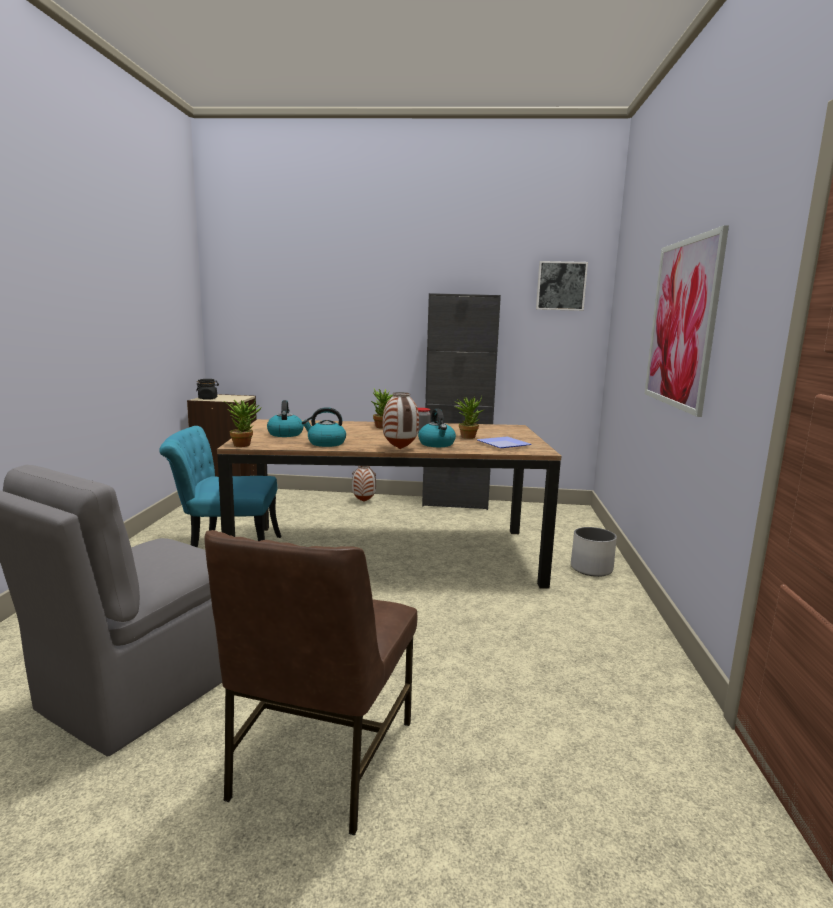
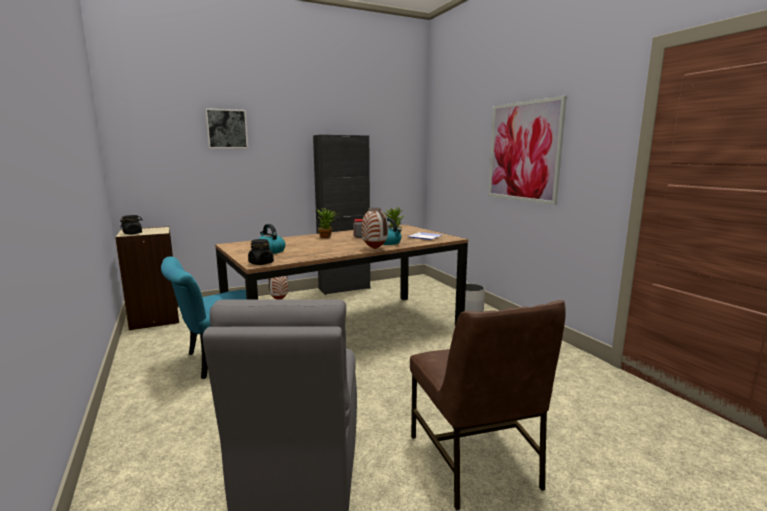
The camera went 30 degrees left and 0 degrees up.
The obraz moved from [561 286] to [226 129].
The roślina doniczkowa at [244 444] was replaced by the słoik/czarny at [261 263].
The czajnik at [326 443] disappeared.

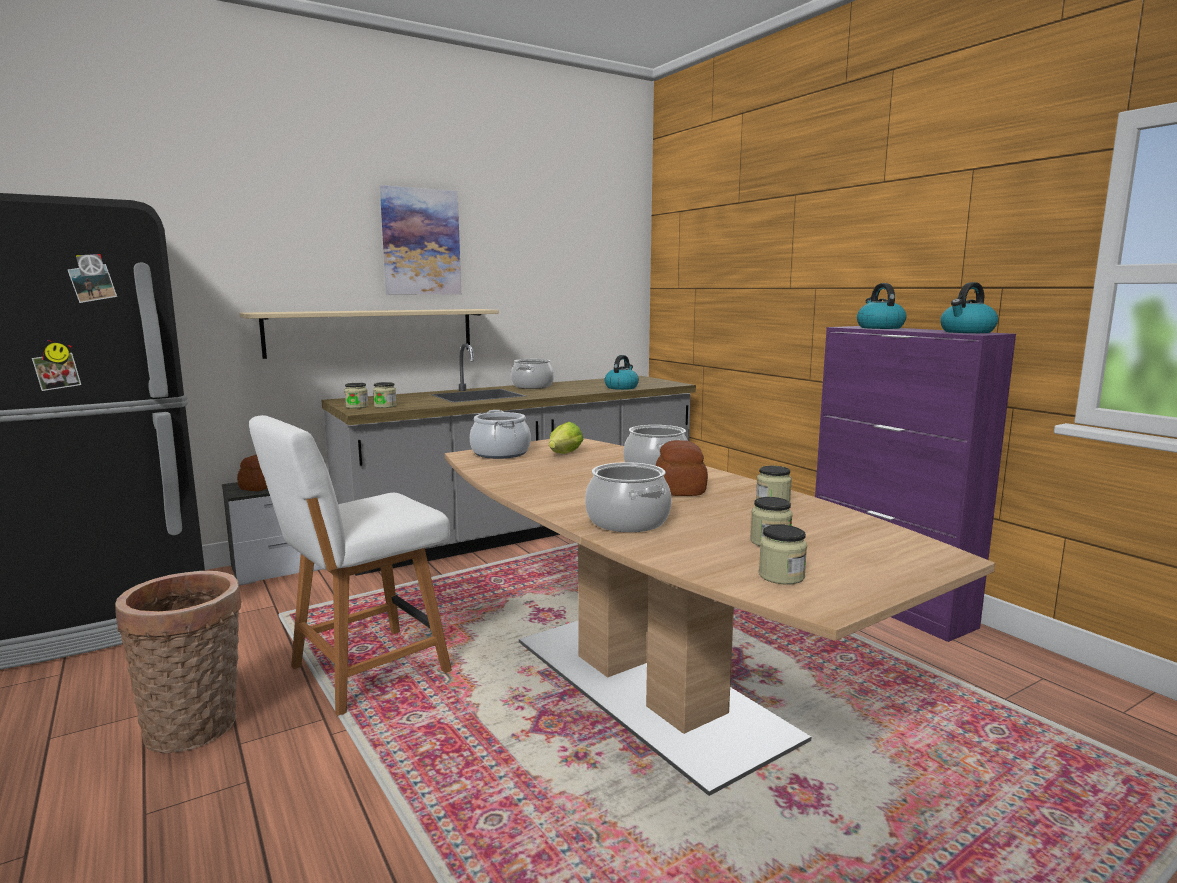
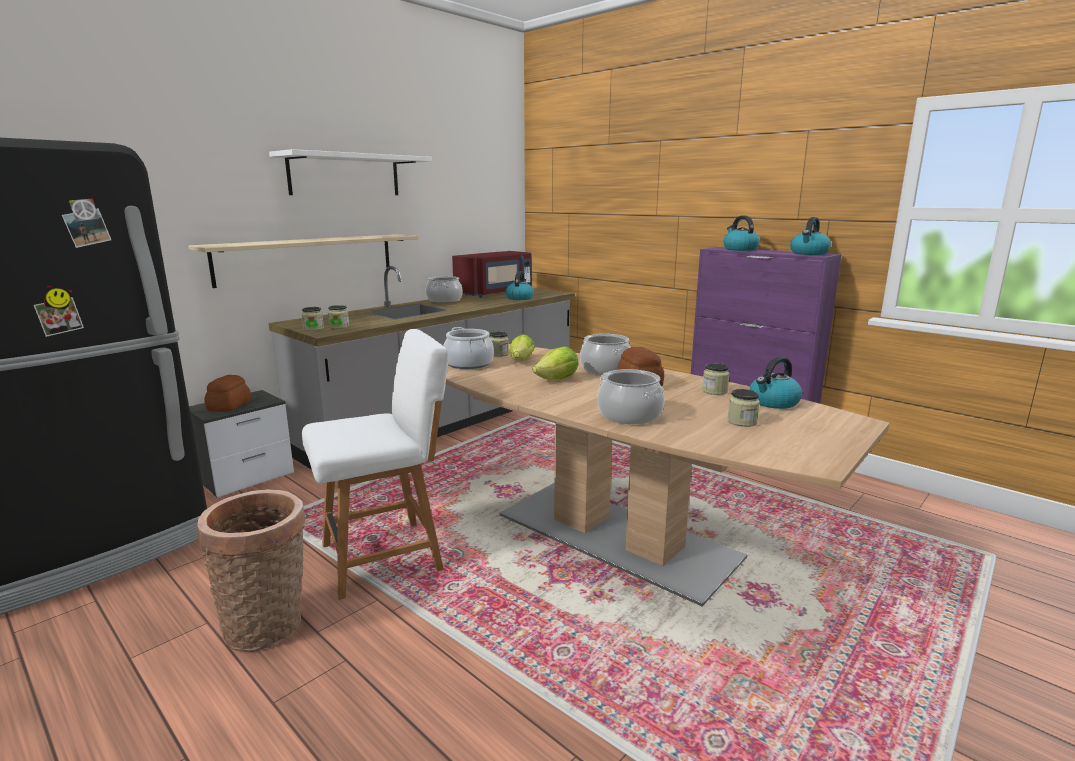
The camera went 15 degrees left and 5 degrees up.
The obraz at [421 242] was replaced by the półka/biały at [345 175].
The krzesło/biały at [364 671] turned 150 degrees counterclockwise.
The mikrofalówka/czerwony at [495 293] appeared.
The słoik moved from [781 576] to [498 354].
The sałata at [557 380] appeared.
The czajnik at [773 402] appeared.

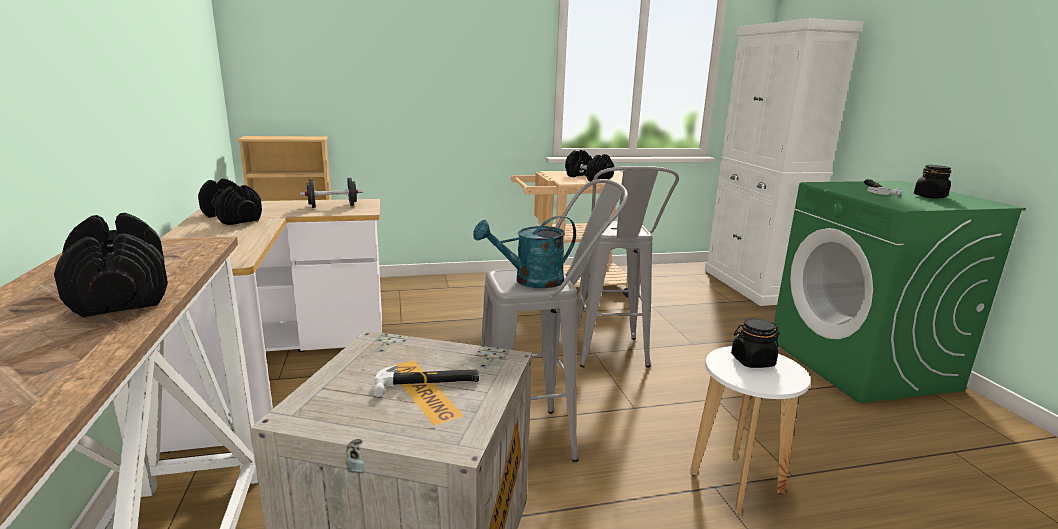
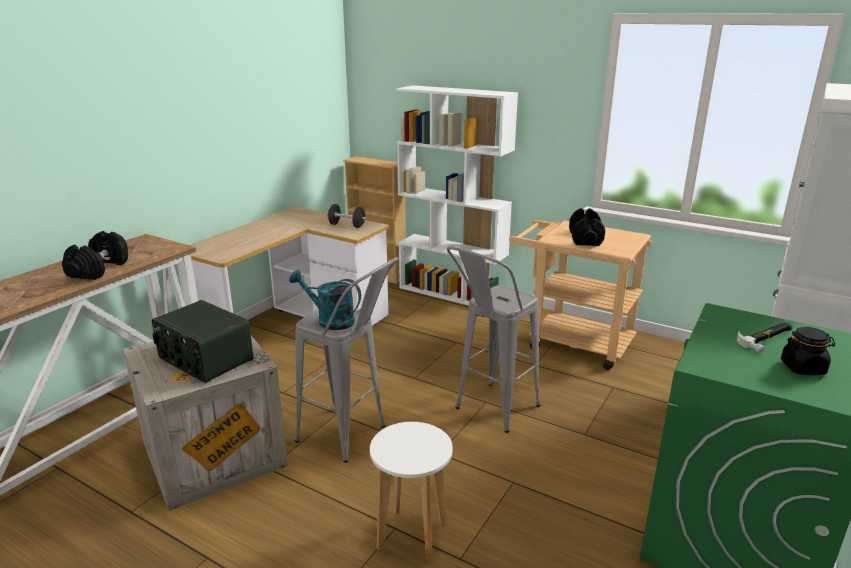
The camera went 45 degrees right and 5 degrees up.
The młotek at [428 383] was replaced by the radio at [204 360].
The regał/biały at [452 294] appeared.
The hantel/czarny at [232 218] disappeared.
The słoik/czarny at [752 361] disappeared.

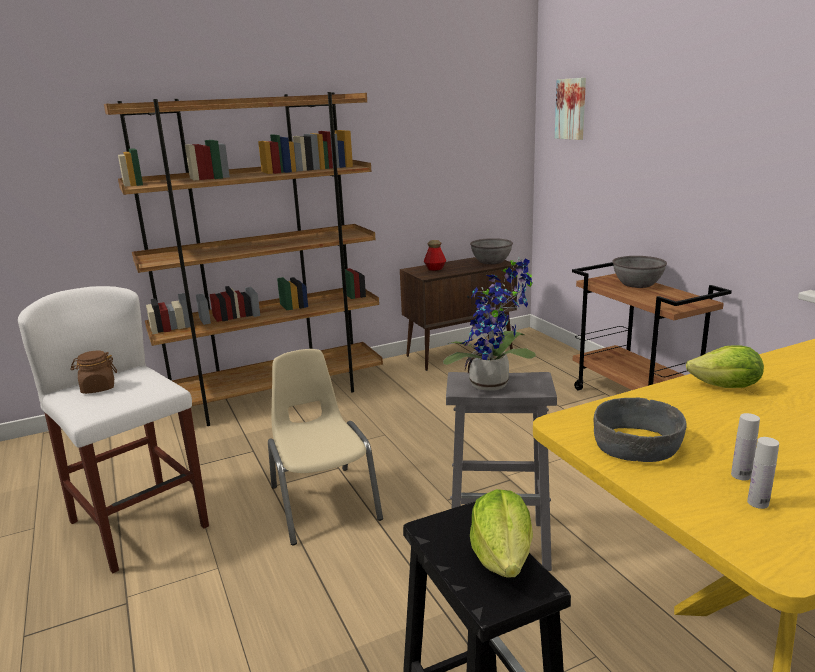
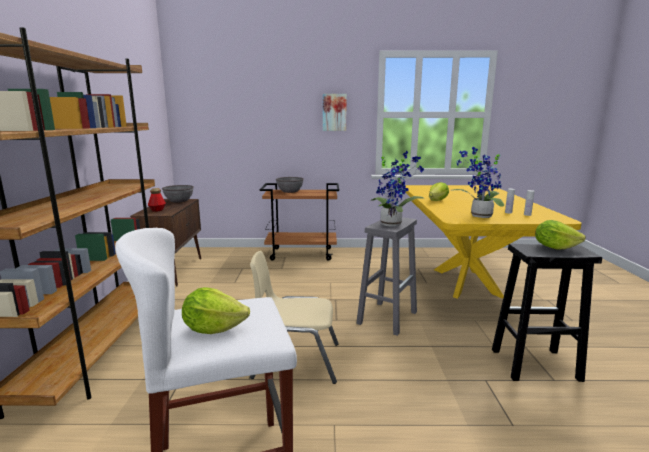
The camera went 65 degrees left and 5 degrees down.
The słoik/brązowy at [98 388] was replaced by the sałata at [213 328].
The obraz moved from [571 109] to [334 112].
The miska/szary at [637 444] was replaced by the roślina doniczkowa at [478 216].

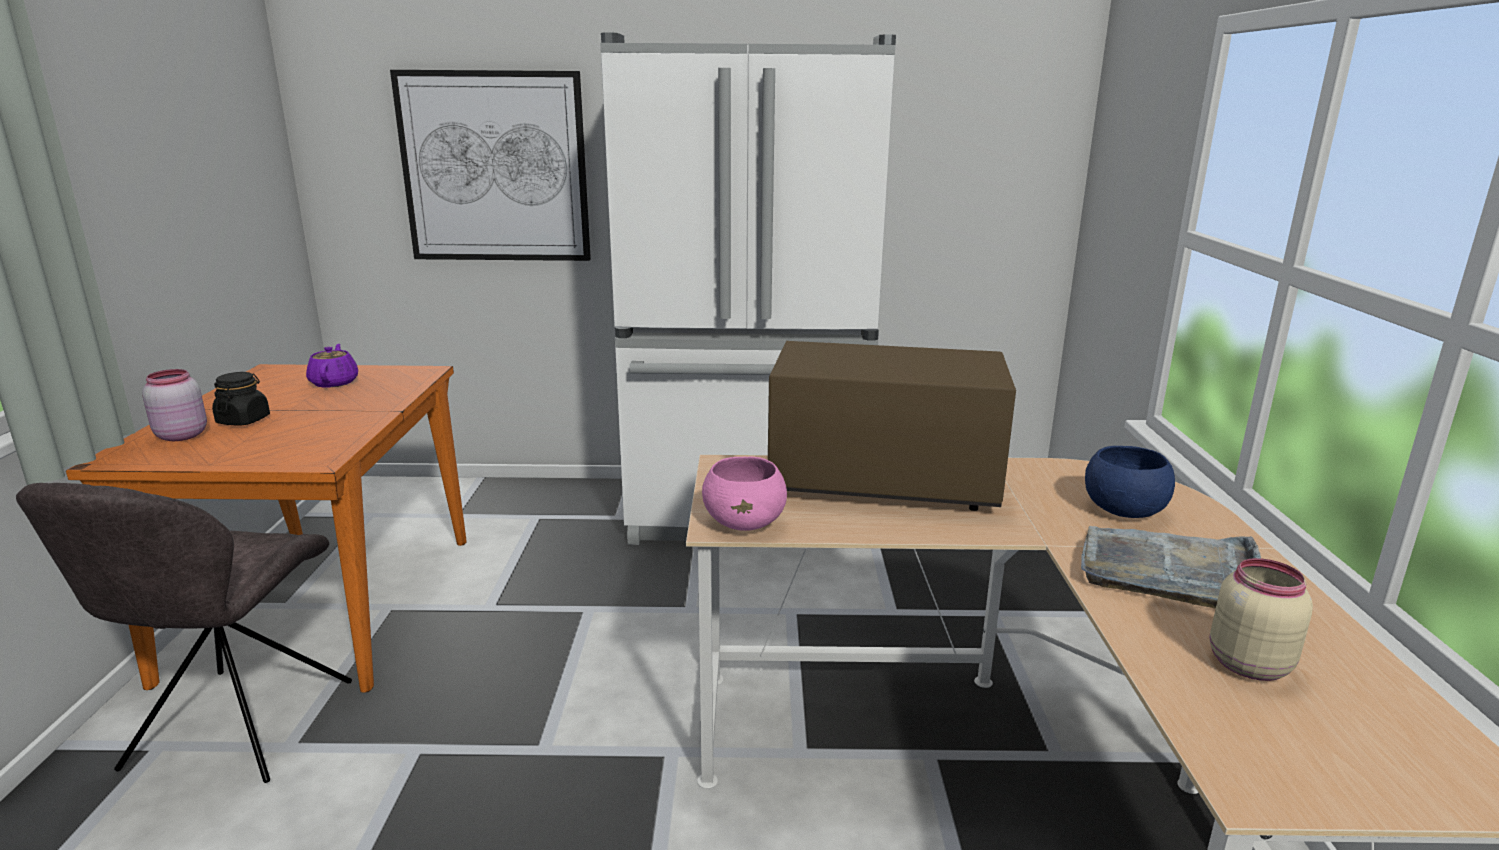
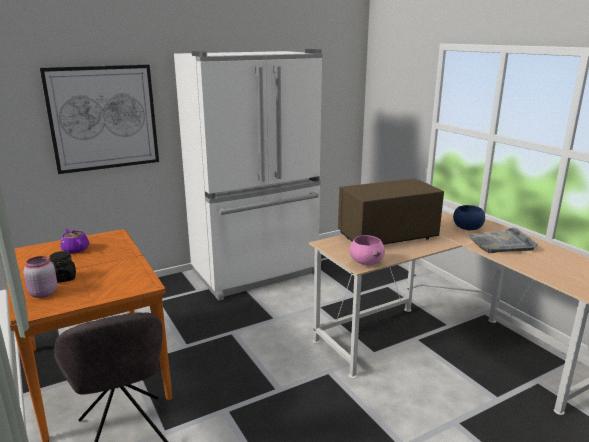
The camera went 30 degrees left and 0 degrees up.
The słoik/beżowy at [1246 664] disappeared.

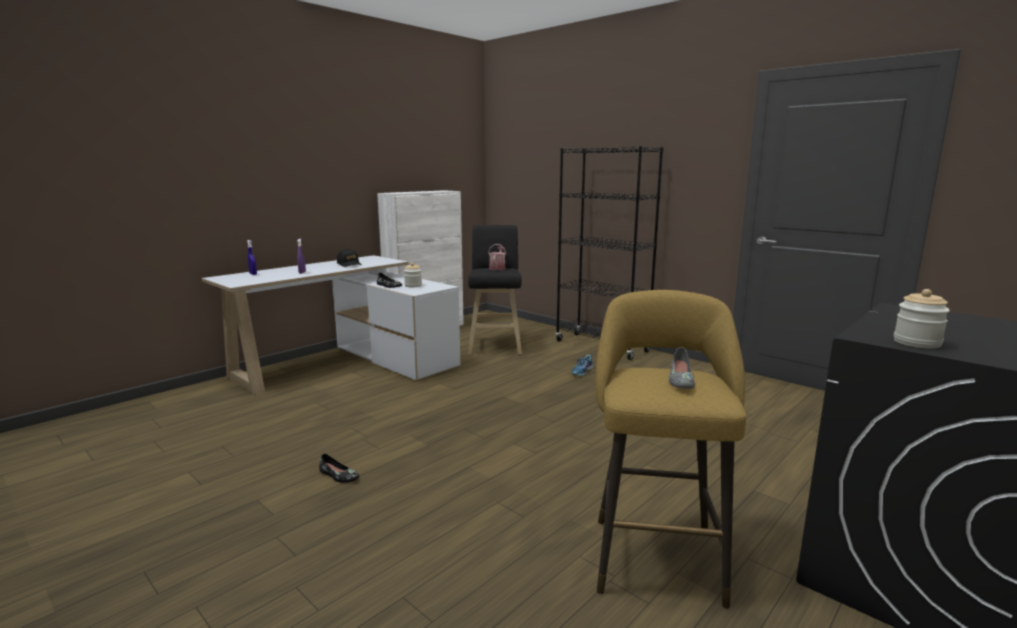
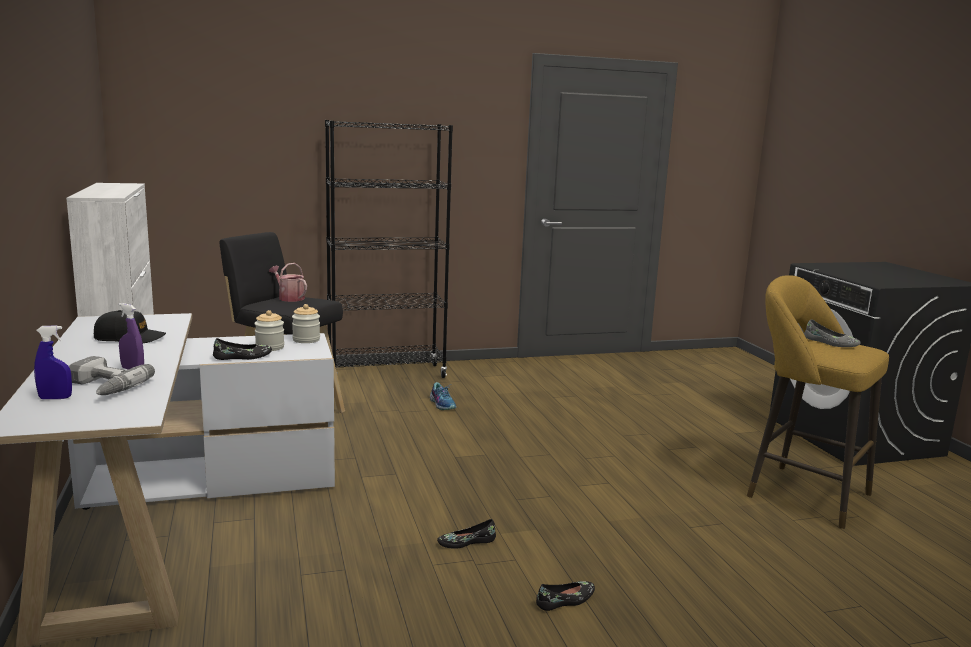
The camera went 60 degrees left and 0 degrees up.
The wiertarka at [102 387] appeared.
The słoik moved from [916 343] to [306 340].
The but/czarny at [466 542] appeared.

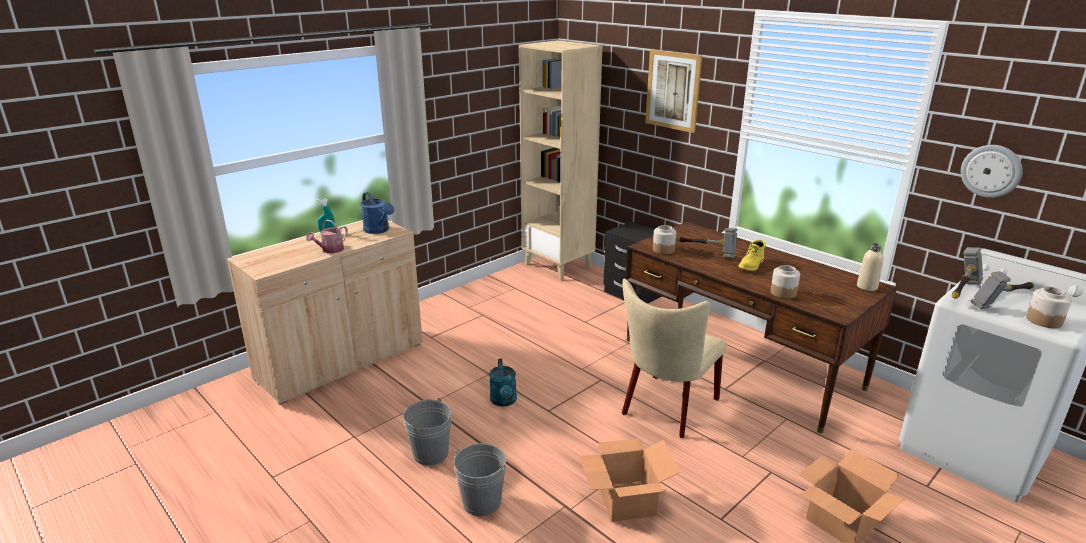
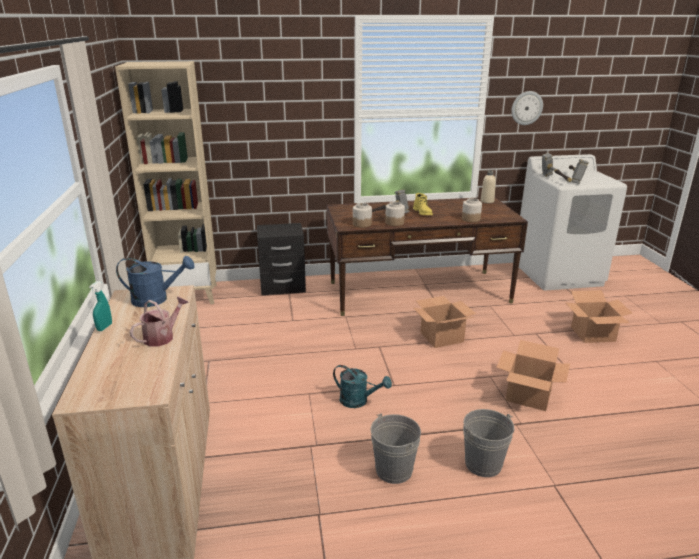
The camera went 55 degrees left and 0 degrees up.
The konewka at [330 250] turned 120 degrees counterclockwise.
The słoik moved from [1043 320] to [394 223].
The krzesło/beżowy at [666 408] was replaced by the karton at [441 337].
The obraz at [673 90] disappeared.

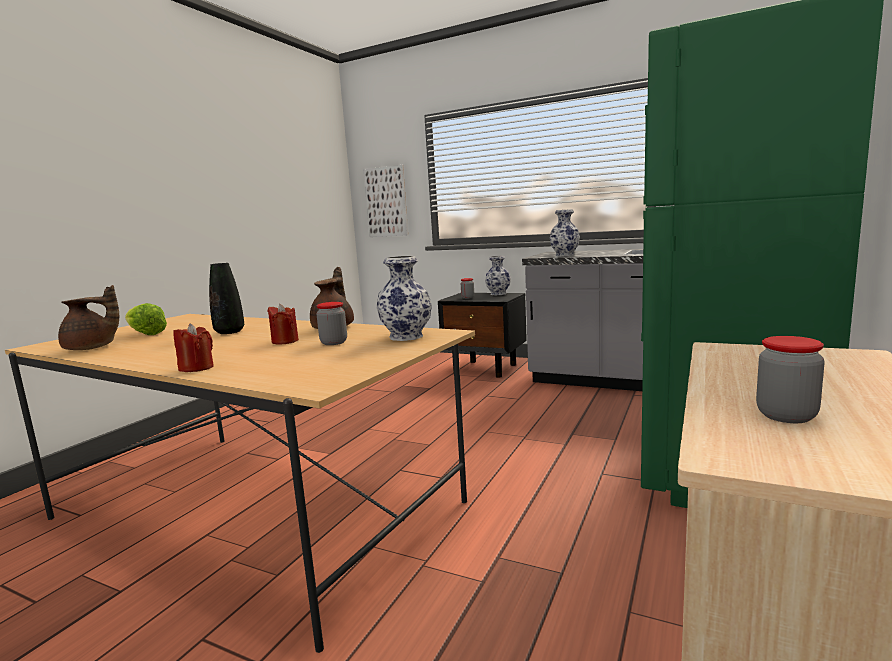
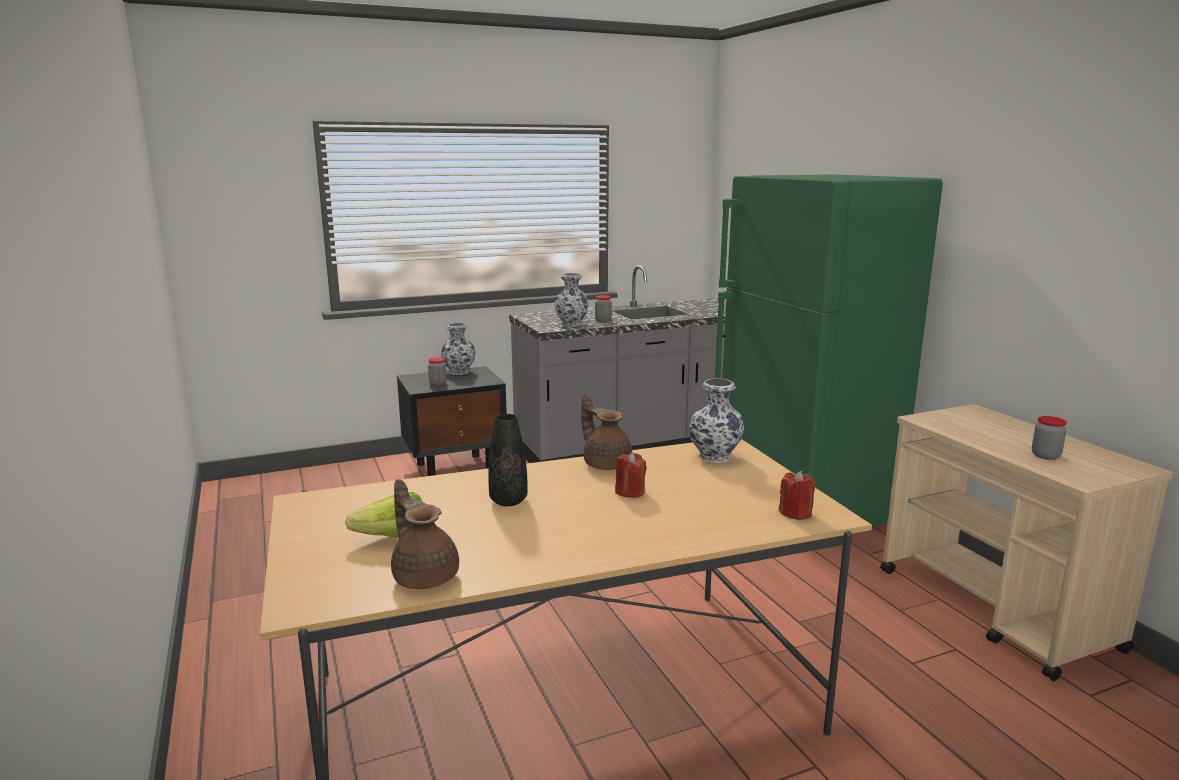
The camera went 50 degrees left and 5 degrees up.
The imbryk/brązowy at [91 348] turned 75 degrees counterclockwise.
The słoik moved from [333 342] to [603 320].
The świeca/czerwony moved from [197 368] to [795 513].
The obraz at [386 202] disappeared.

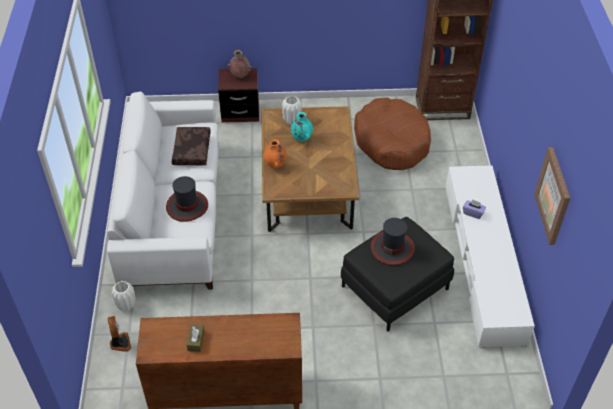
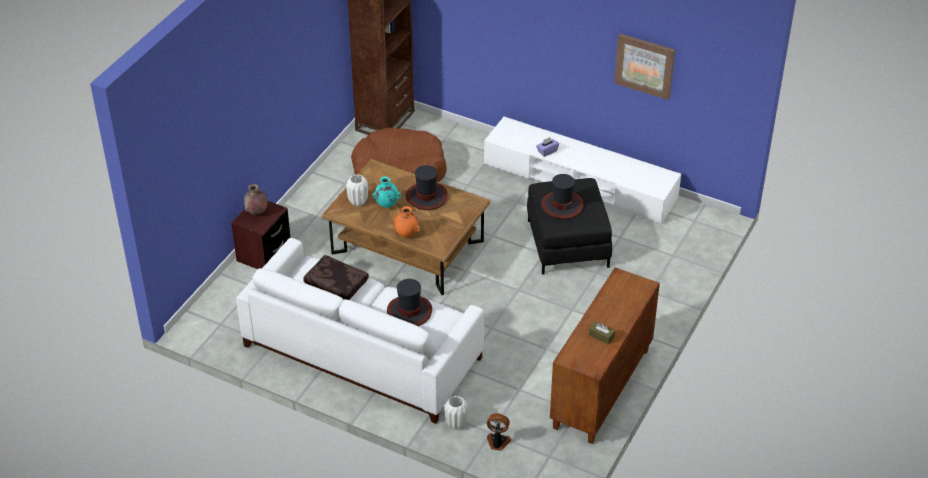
The camera went 60 degrees left and 5 degrees down.
The kapelusz at [426 196] appeared.

